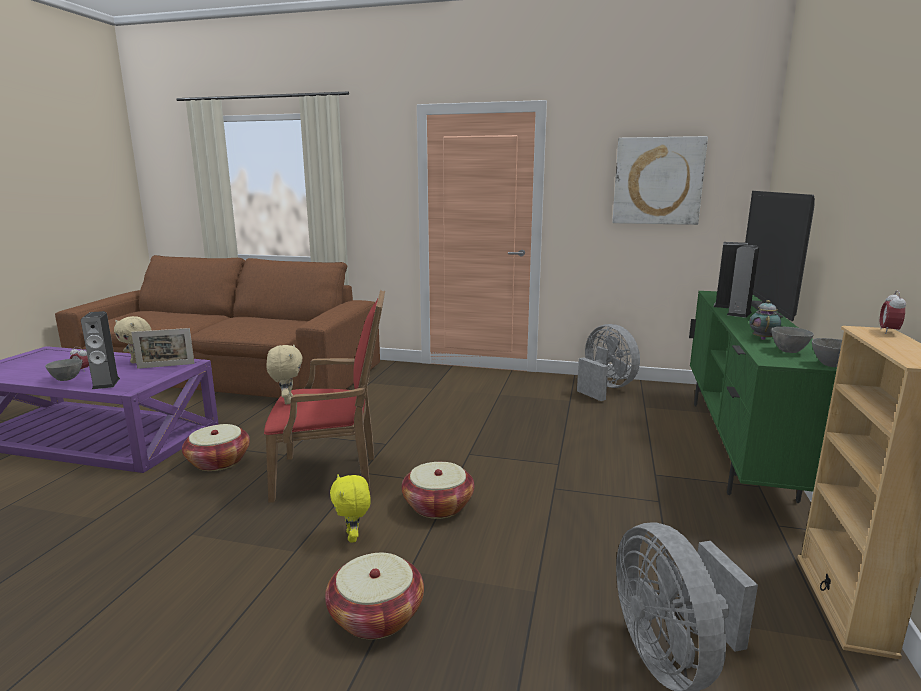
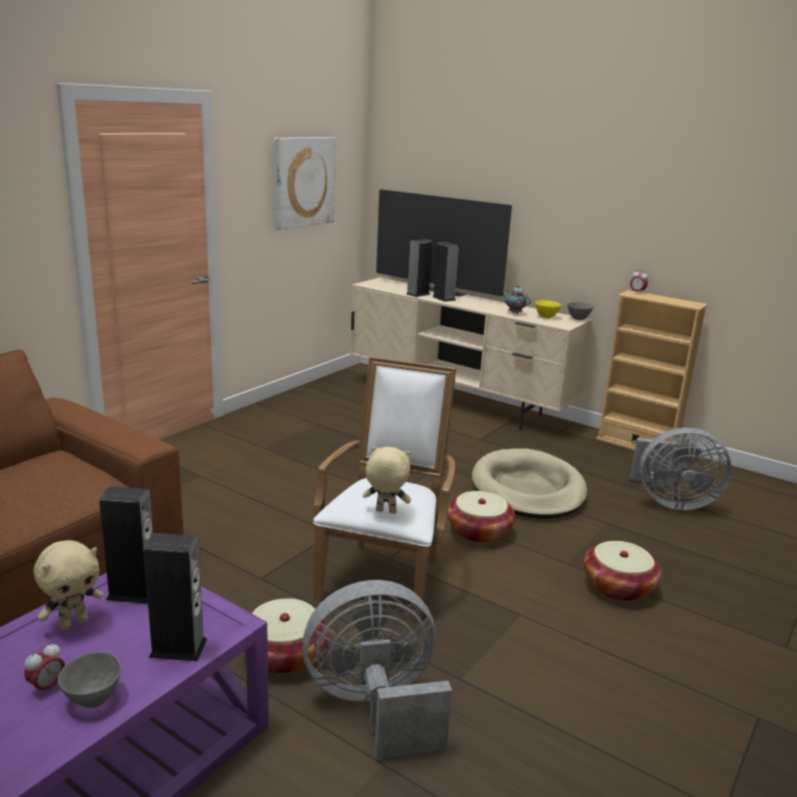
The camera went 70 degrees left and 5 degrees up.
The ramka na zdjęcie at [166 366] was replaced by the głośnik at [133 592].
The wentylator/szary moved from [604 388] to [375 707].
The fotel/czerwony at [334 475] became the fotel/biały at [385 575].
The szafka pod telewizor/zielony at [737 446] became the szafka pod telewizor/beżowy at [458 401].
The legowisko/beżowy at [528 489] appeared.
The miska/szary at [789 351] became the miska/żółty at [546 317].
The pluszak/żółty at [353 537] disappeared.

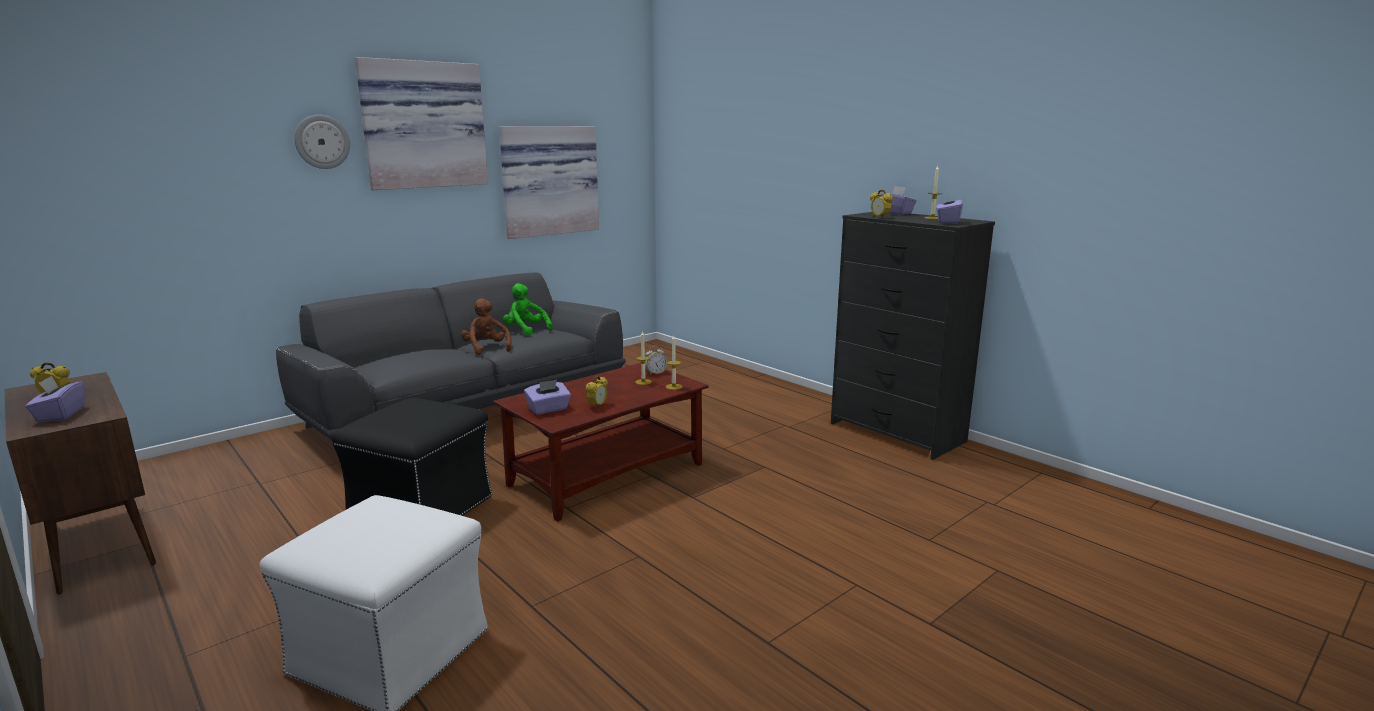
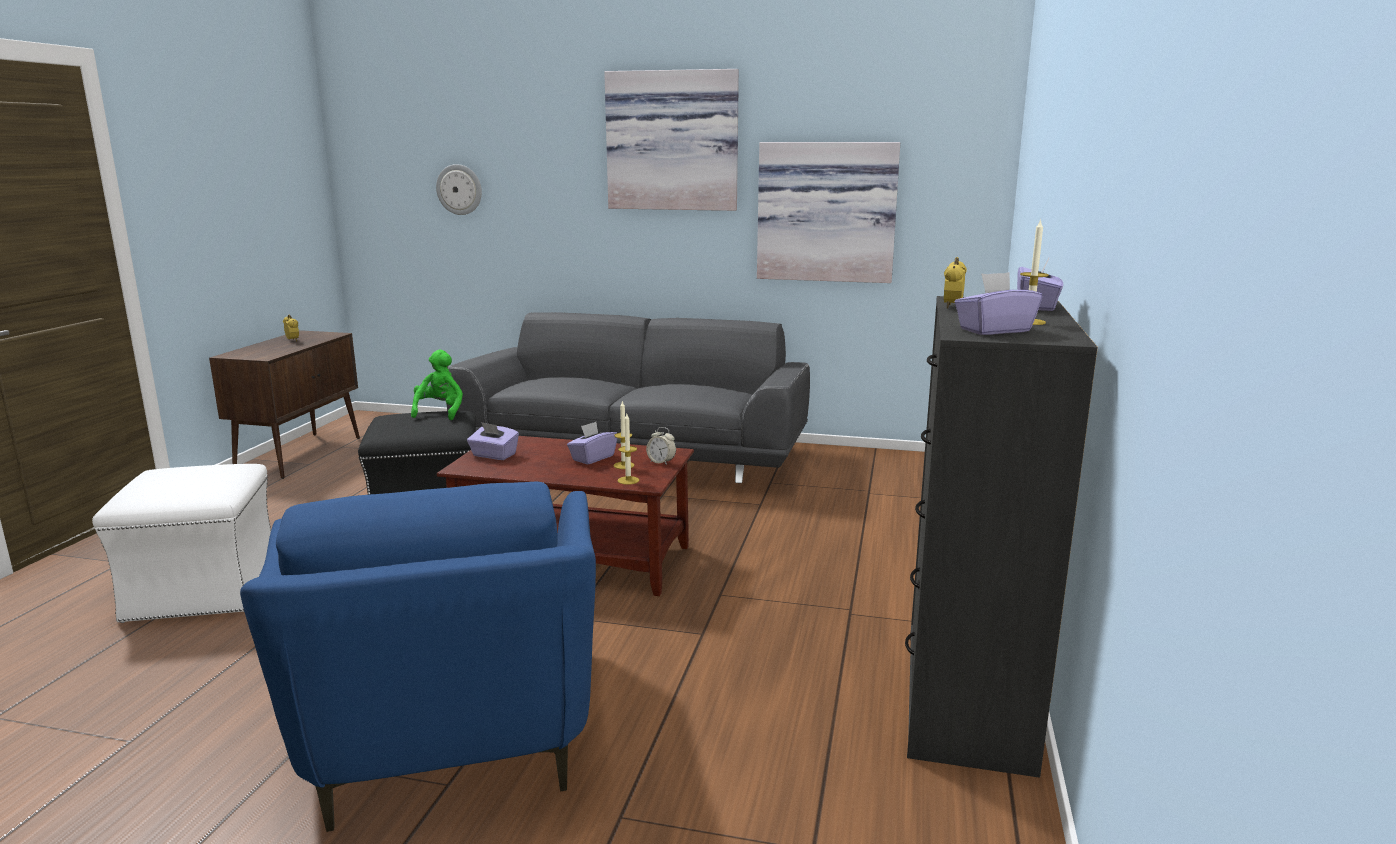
The camera went 55 degrees right and 0 degrees up.
The fotel/niebieski at [450 736] appeared.
The pluszak/zielony moved from [525 330] to [440 412].
The zegar ścienny moved from [322 142] to [459 189].
The pudełko chusteczek/fioletowy moved from [60 415] to [592 458].
The pluszak/brązowy at [486 349] disappeared.
The budzik at [597 406] disappeared.

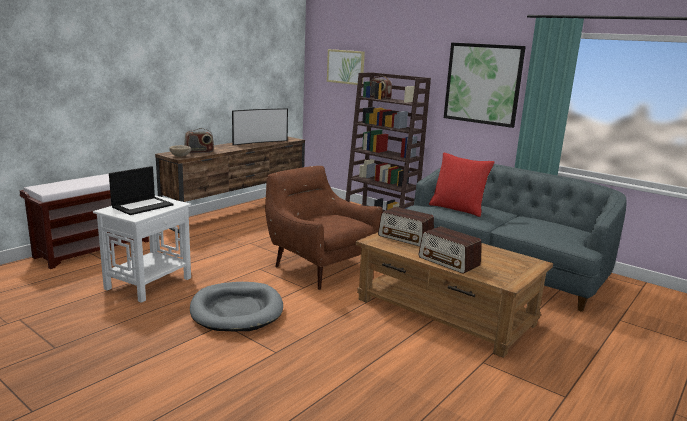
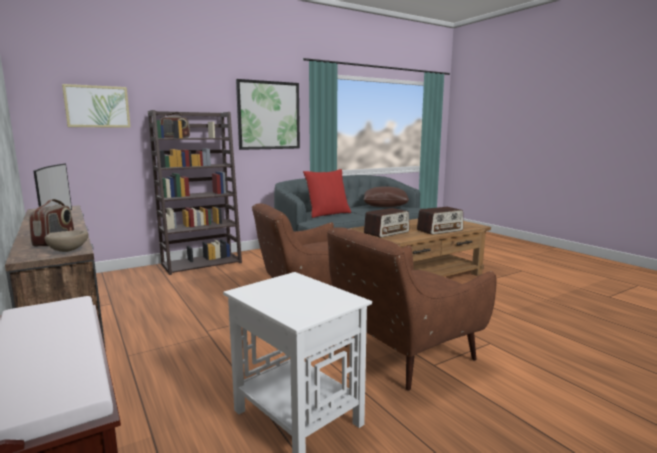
The camera went 70 degrees left and 5 degrees down.
The legowisko/szary at [237 310] was replaced by the fotel/brązowy at [401 354].
The poduszka/brązowy at [385 206] appeared.
The laptop at [143 206] disappeared.

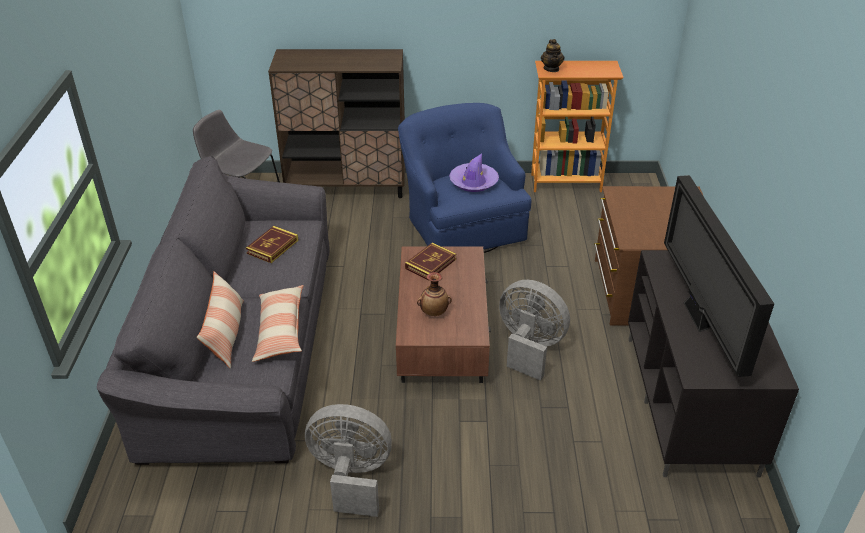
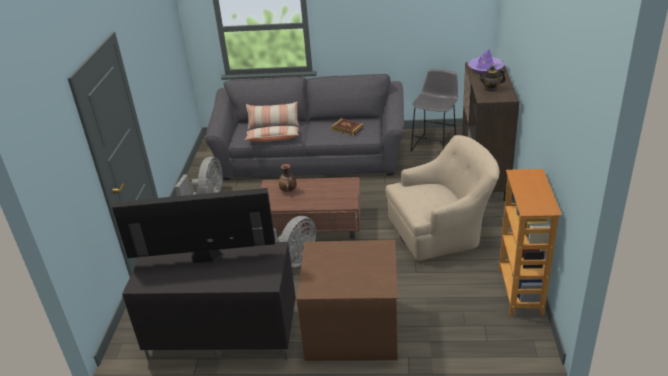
The camera went 95 degrees right and 5 degrees down.
The fotel/niebieski at [463 223] became the fotel/beżowy at [441 231].
The kapelusz/fioletowy moved from [473 182] to [485 68].
The imbryk moved from [551 69] to [491 89].
The książka at [430 264] disappeared.

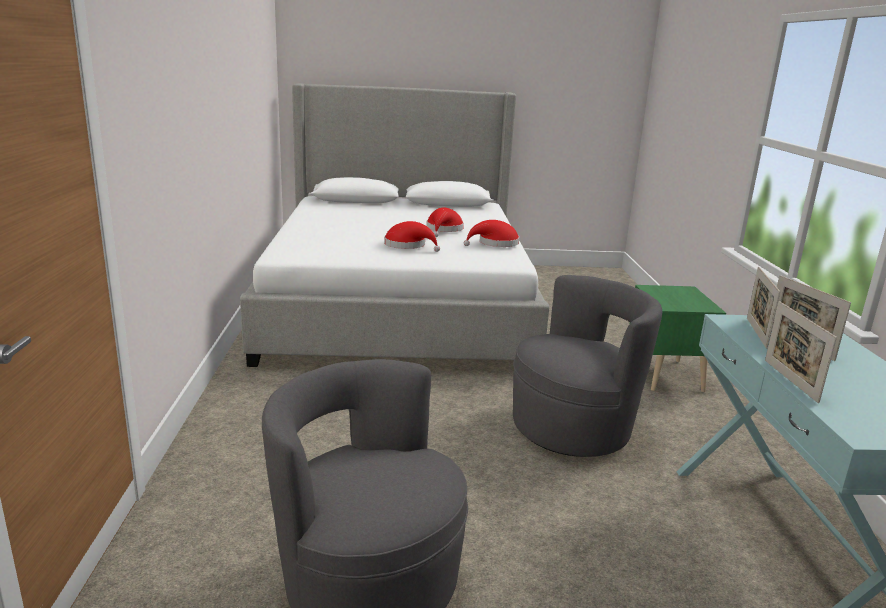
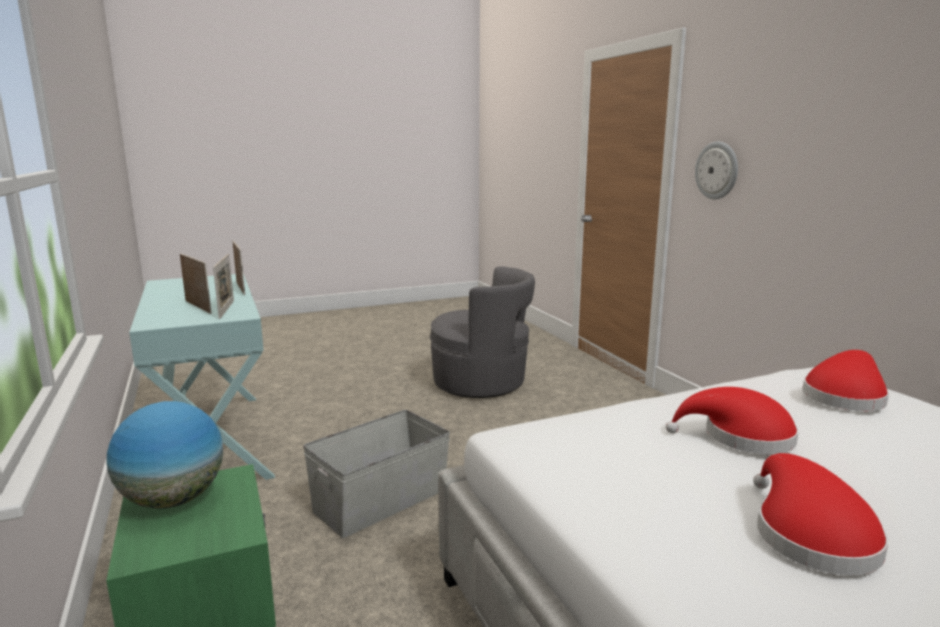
The camera went 160 degrees right and 5 degrees down.
The globus at [173 500] appeared.
The fotel/szary at [573 428] was replaced by the pojemnik do przechowywania/szary at [379 500].
The zegar ścienny at [717 170] appeared.
The kapelusz/czerwony moved from [495 243] to [844 396].

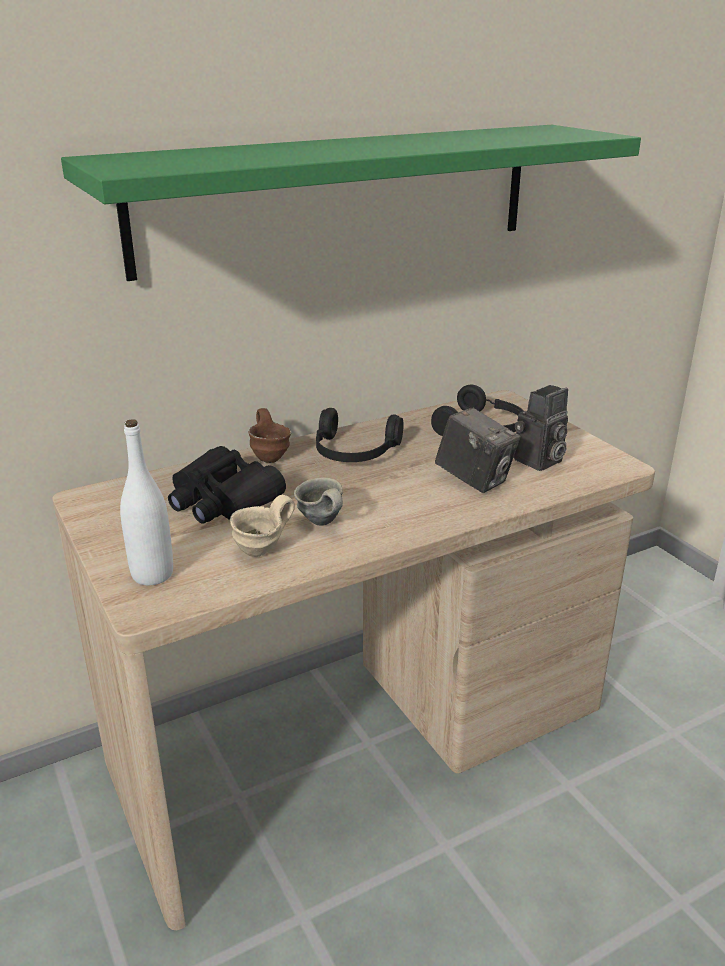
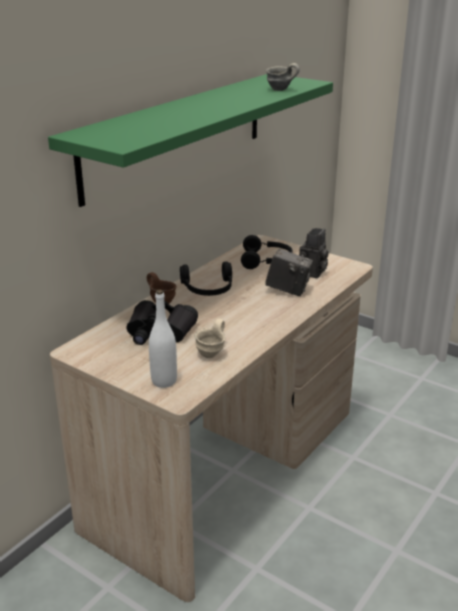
The camera went 25 degrees left and 0 degrees up.
The kubek/szary moved from [320 524] to [280 90].

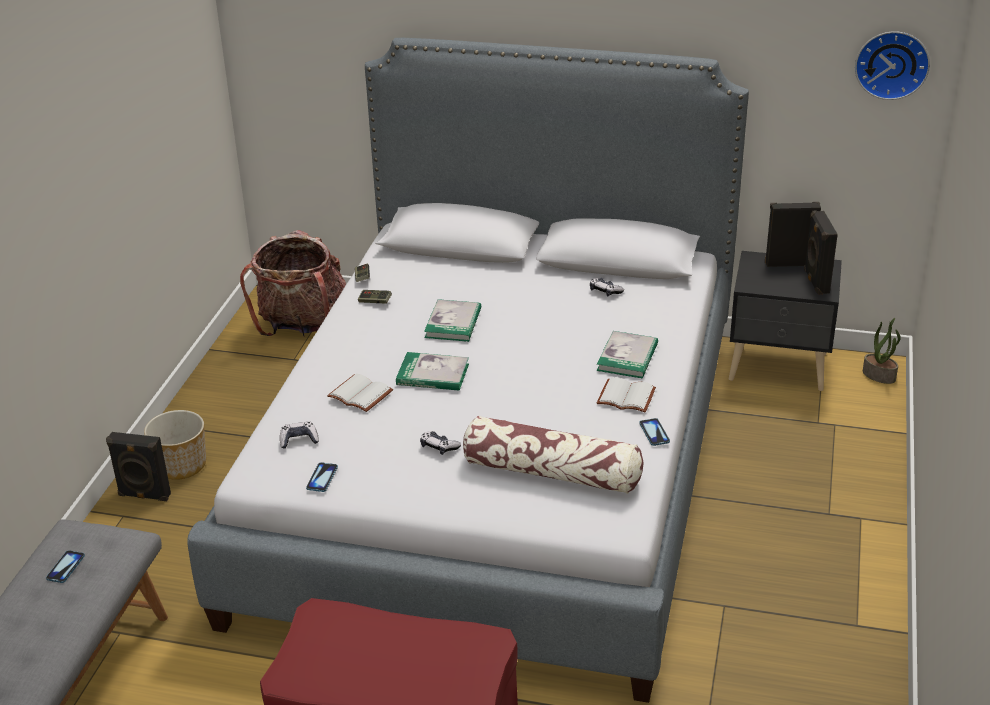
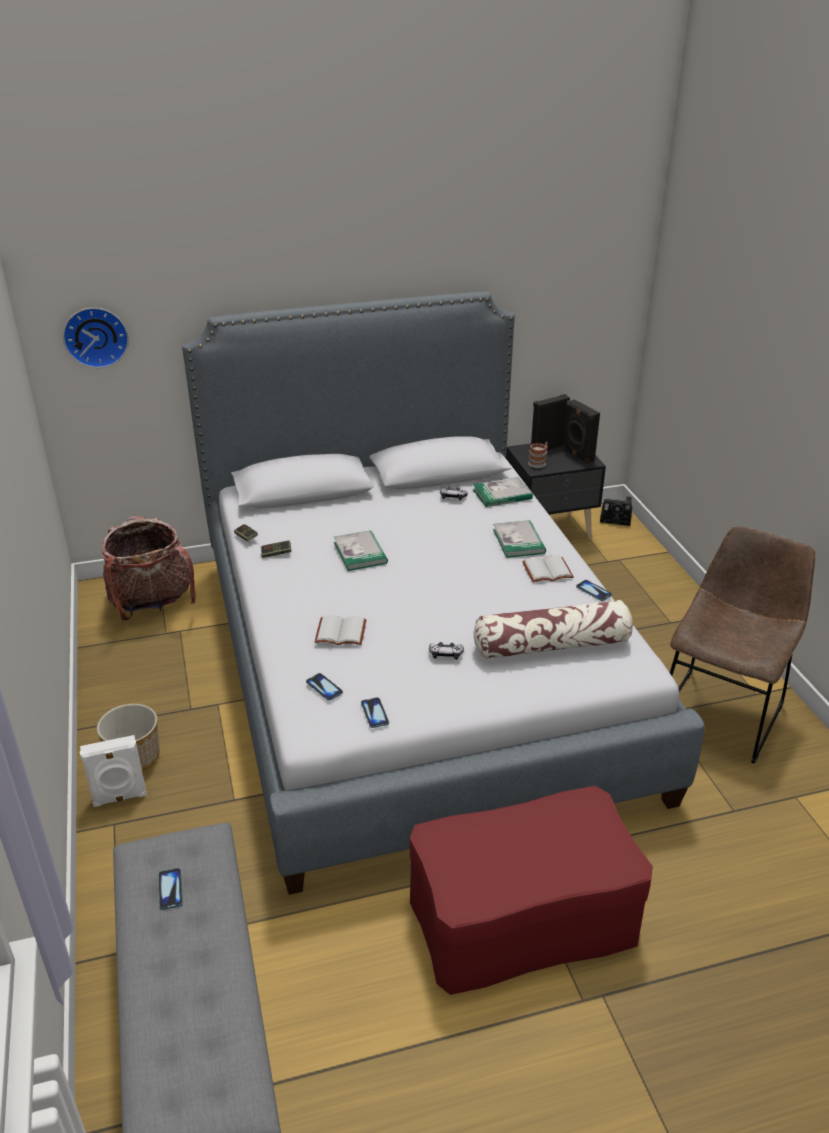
The camera went 30 degrees left and 0 degrees up.
The zegar ścienny moved from [892 63] to [96 336].
The głośnik/czarny at [144 496] became the głośnik/biały at [120 798].
The pad do gier at [299 440] was replaced by the telefon at [324 687].
The książka moved from [432 374] to [502 494].
The kubek at [538 462] appeared.
The roślina doniczkowa at [879 375] was replaced by the aparat fotograficzny at [617 517].
The krzesło/brązowy at [722 711] appeared.

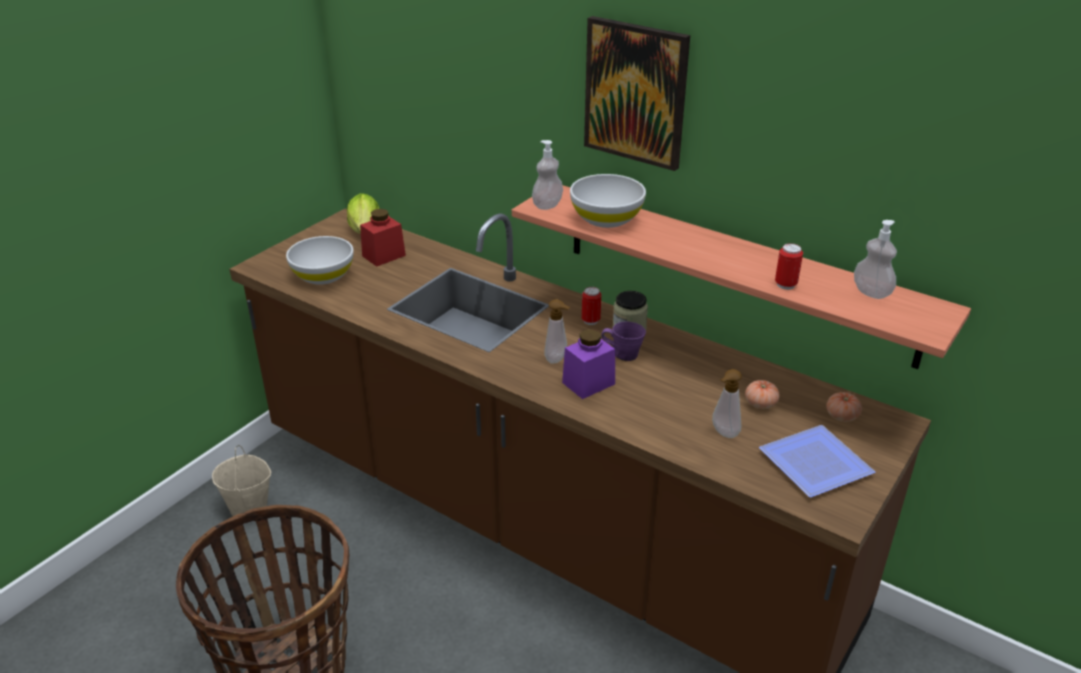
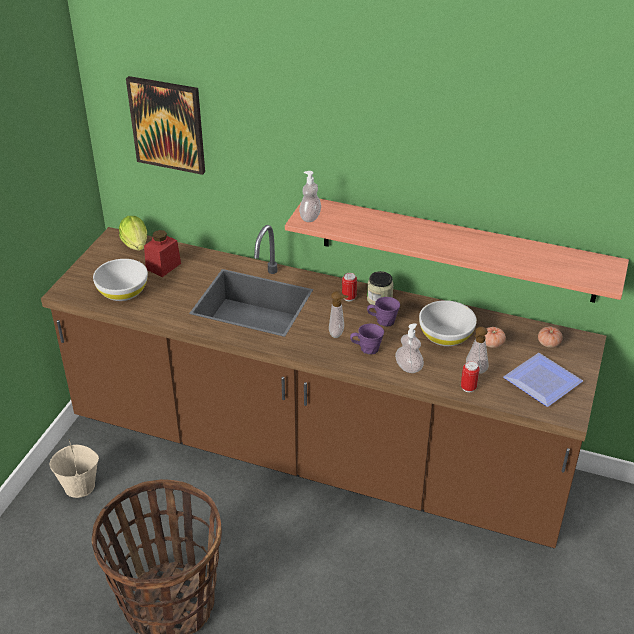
The camera went 15 degrees left and 5 degrees up.
The obraz moved from [636 92] to [167 124].
The słoik/fioletowy at [588 383] was replaced by the kubek/fioletowy at [368 349].
The dozownik mydła moved from [871 292] to [408 367].
The miska/biały moved from [606 218] to [445 336].
The puszka moved from [785 285] to [468 388].

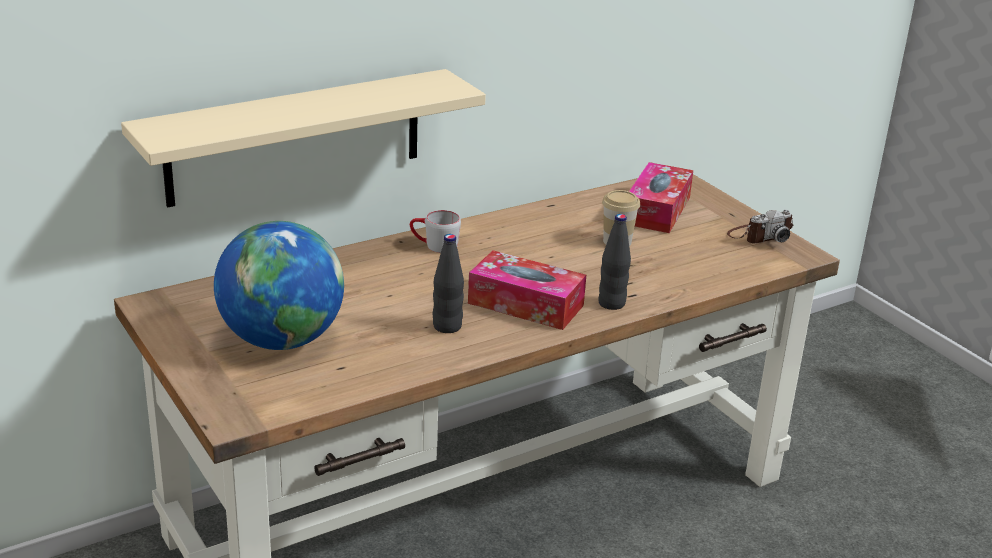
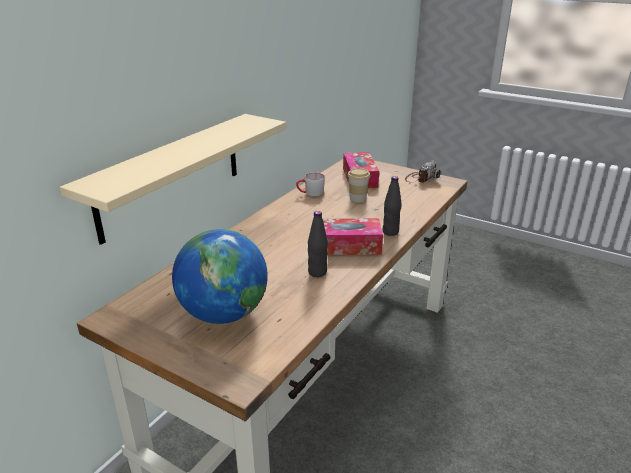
The camera went 25 degrees left and 0 degrees up.
The kubek/szary moved from [434 245] to [310 193].

